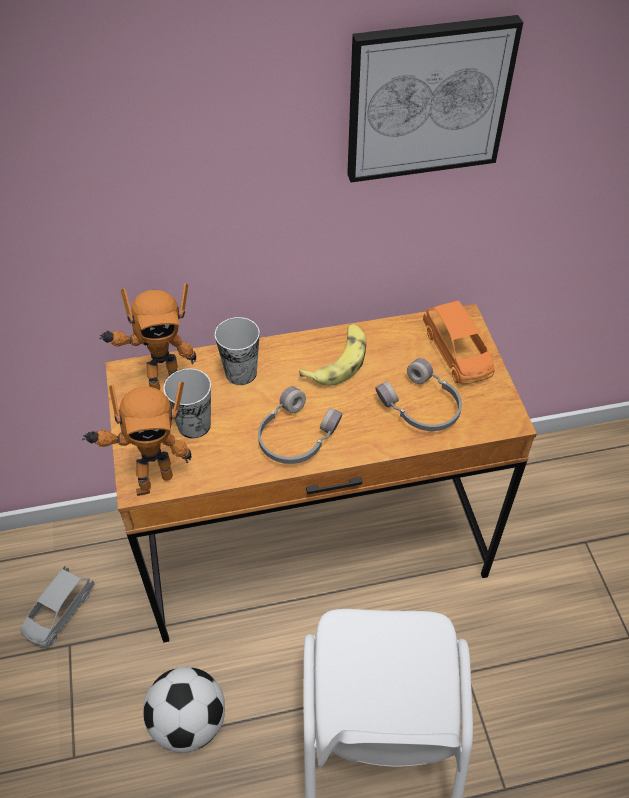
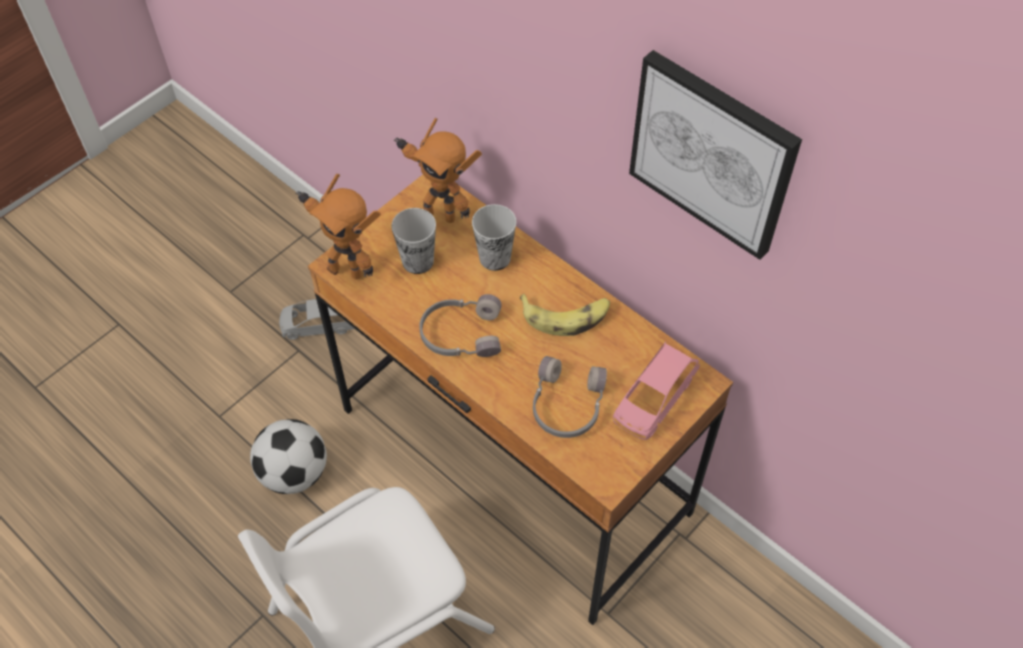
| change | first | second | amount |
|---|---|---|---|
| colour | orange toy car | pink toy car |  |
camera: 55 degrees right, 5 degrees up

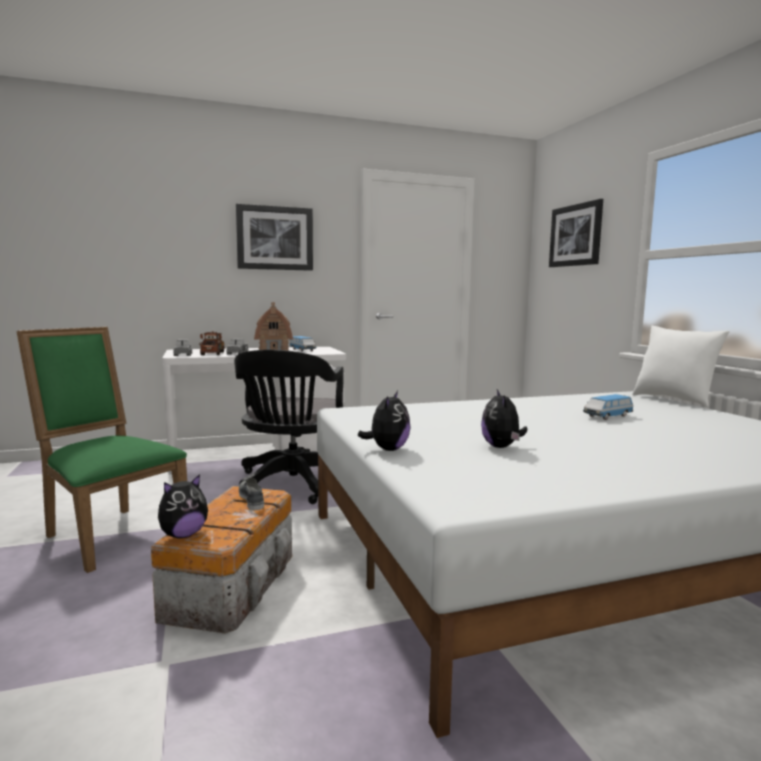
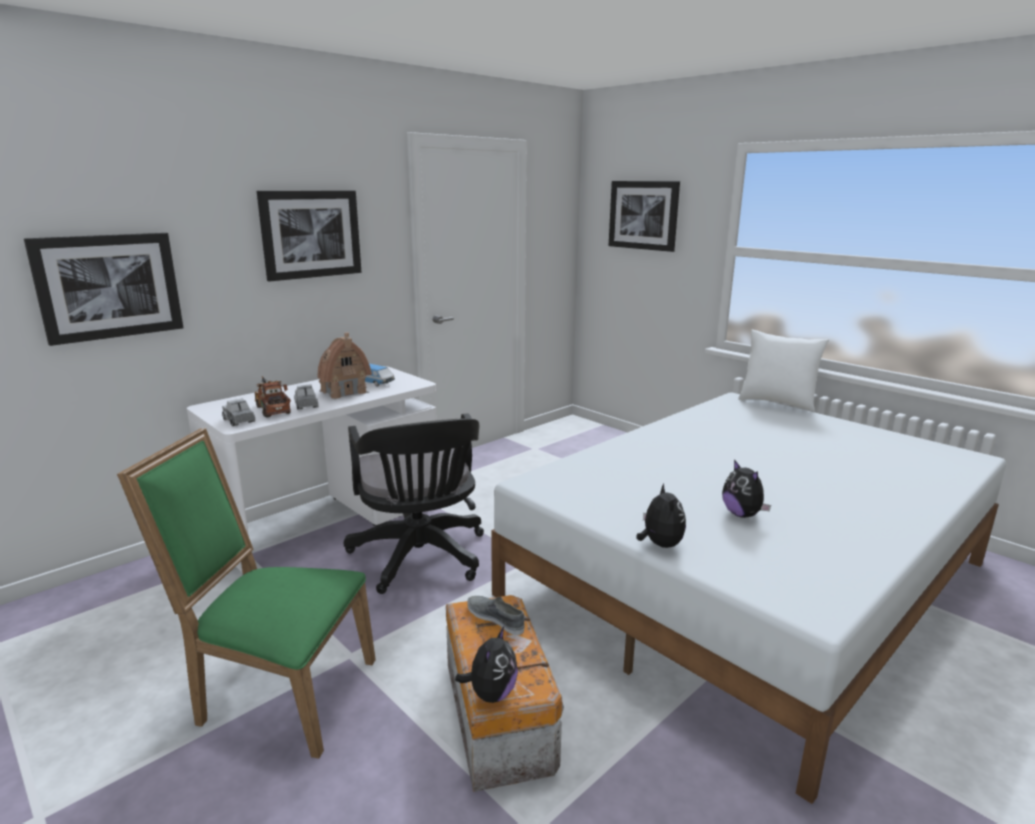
| change | first | second | amount |
|---|---|---|---|
| missing | toy car (no. 2 from left) |  |  |
| appeared |  | picture (no. 1 from left) |  |
camera: 25 degrees left, 10 degrees up

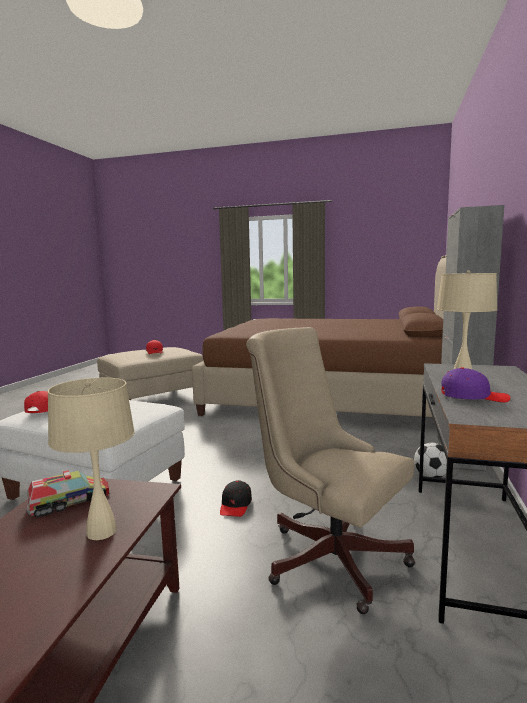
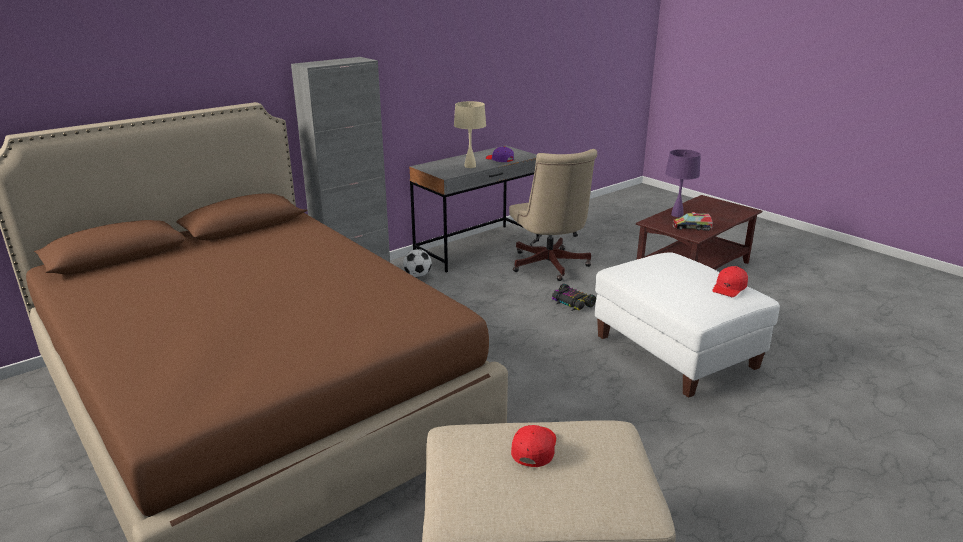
| change | first | second | amount |
|---|---|---|---|
| colour | beige table lamp (no. 1 from left) | purple table lamp |  |
| exchanged | black cap | toy car |  |
camera: 145 degrees left, 15 degrees up

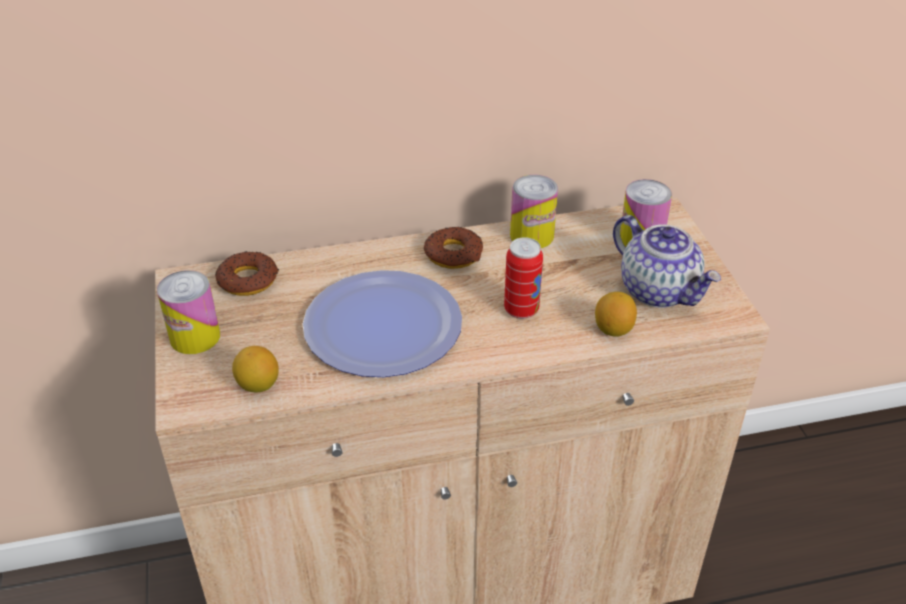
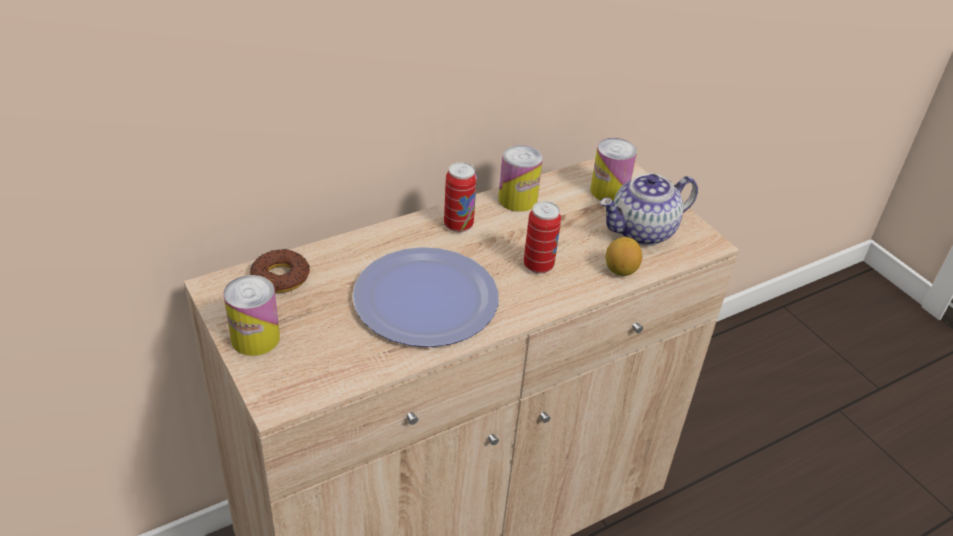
| change | first | second | amount |
|---|---|---|---|
| spun | teapot |  | 120 degrees clockwise |
| exchanged | donut (no. 2 from left) | can (no. 2 from left) |  |
| missing | lemon (no. 1 from left) |  |  |
camera: 20 degrees left, 0 degrees up

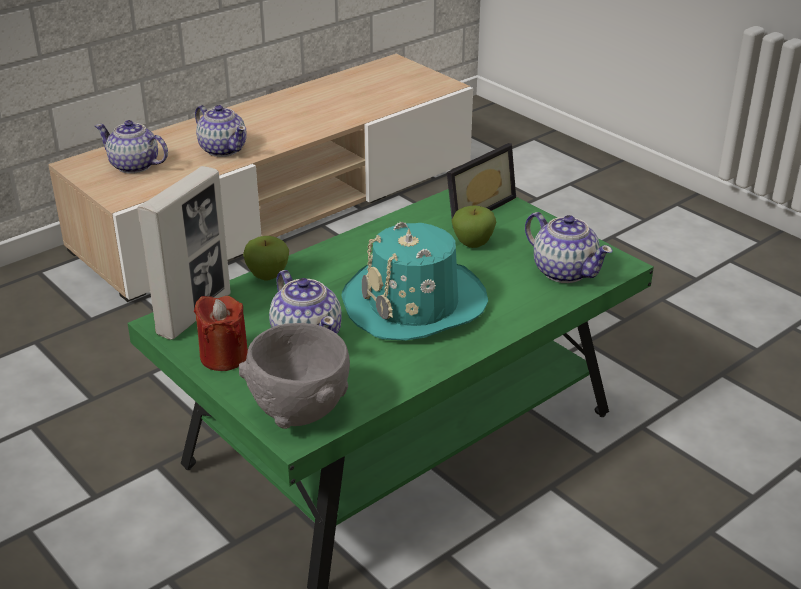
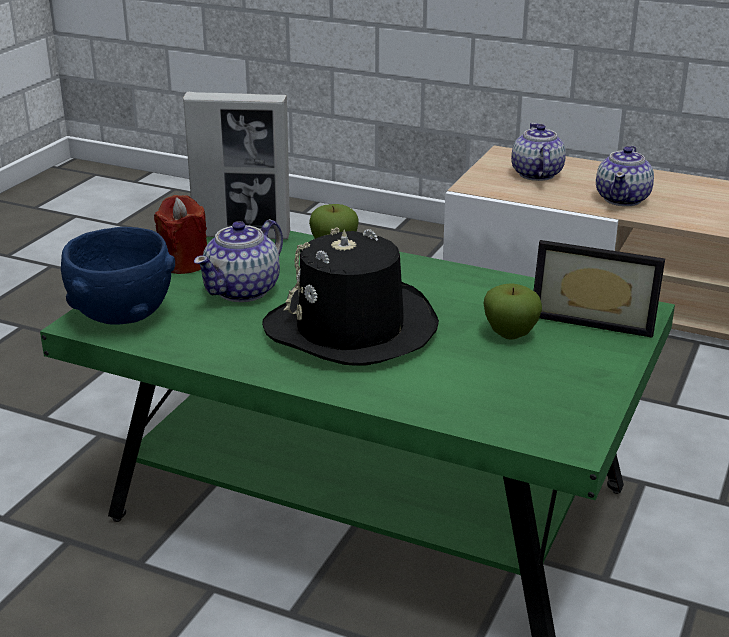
| change | first | second | amount |
|---|---|---|---|
| missing | teapot (no. 4 from left) |  |  |
| colour | turquoise hat | black hat |  |
| colour | grey bowl | blue bowl |  |
camera: 65 degrees right, 5 degrees down

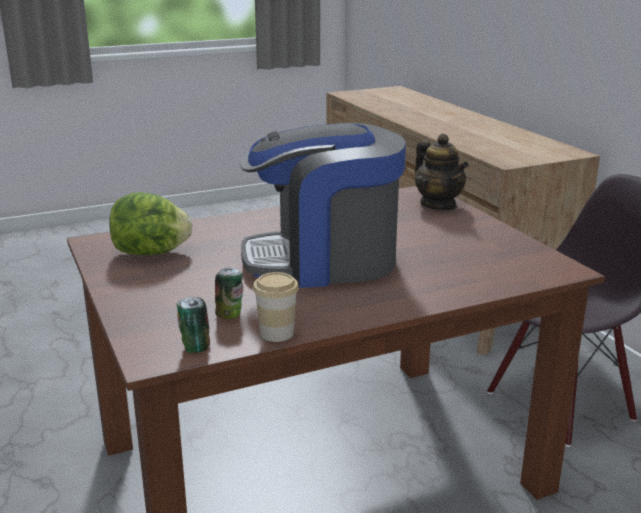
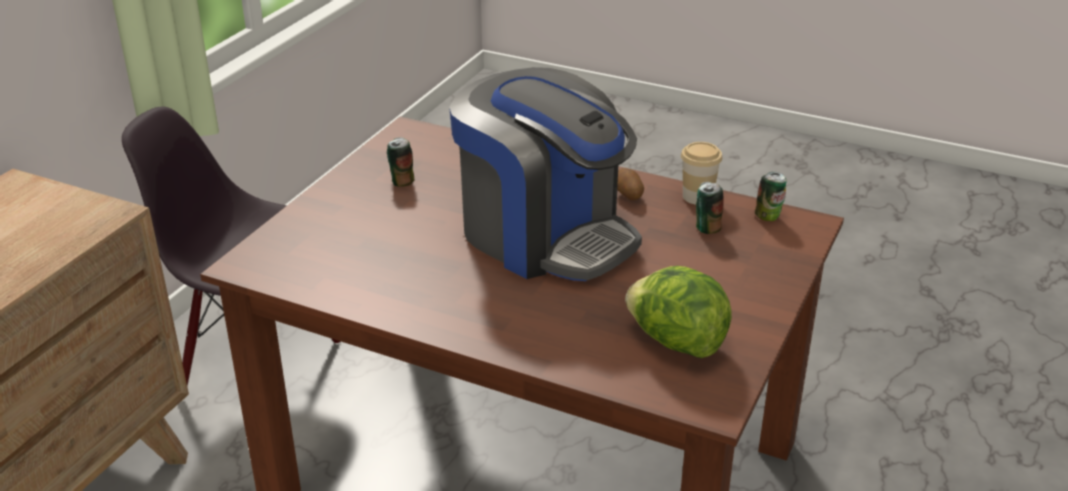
| change | first | second | amount |
|---|---|---|---|
| missing | teapot |  |  |
| appeared |  | can (no. 1 from left) |  |
| appeared |  | potato |  |
camera: 130 degrees left, 10 degrees up

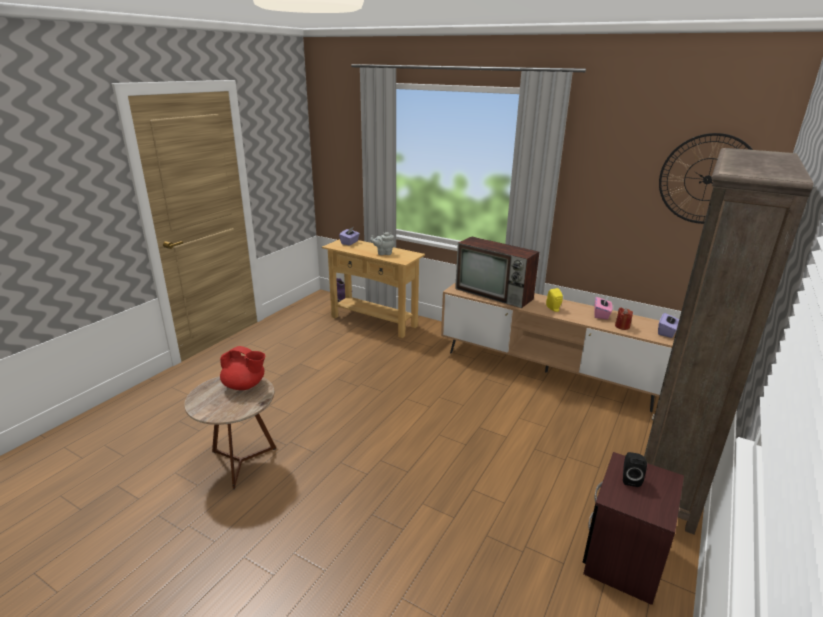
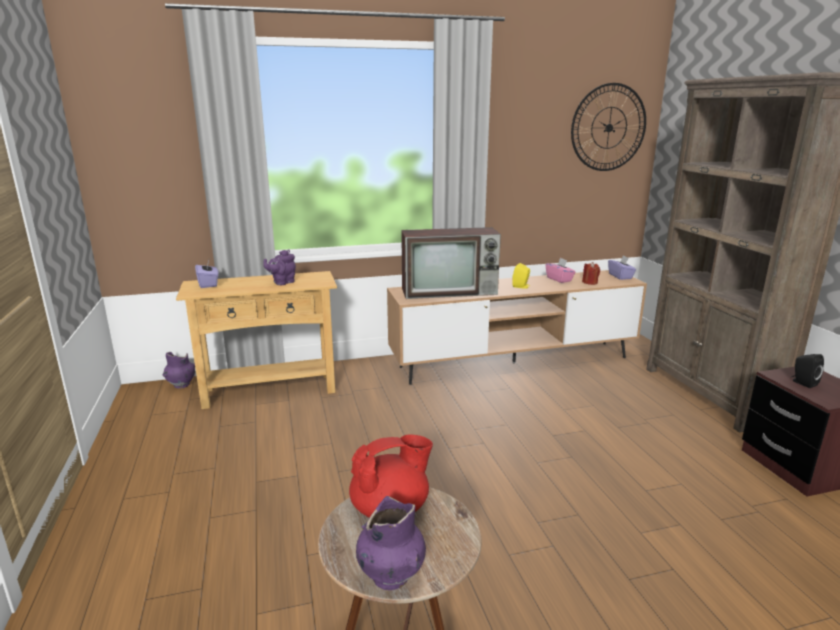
| change | first | second | amount |
|---|---|---|---|
| colour | grey teapot | purple teapot |  |
| appeared |  | purple vase (no. 2 from left) |  |
camera: 45 degrees left, 5 degrees down

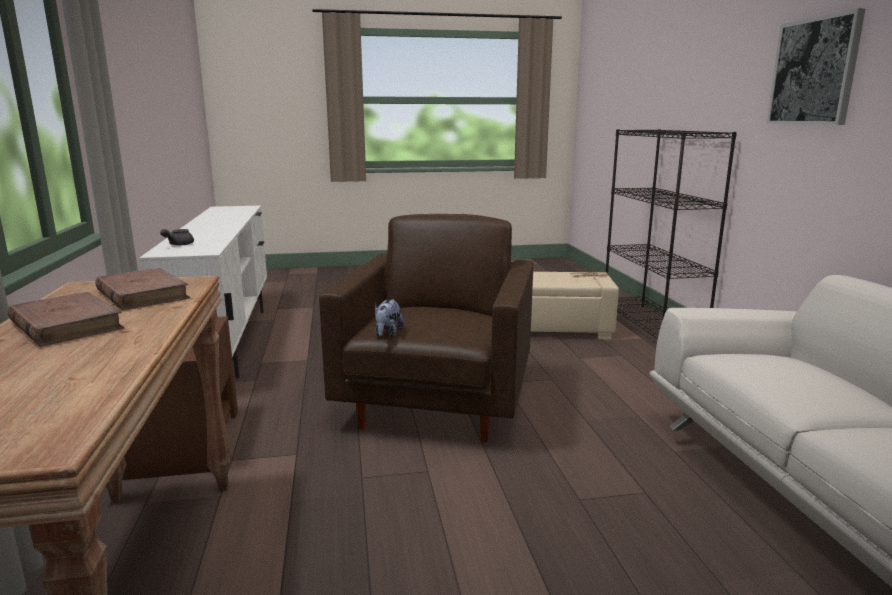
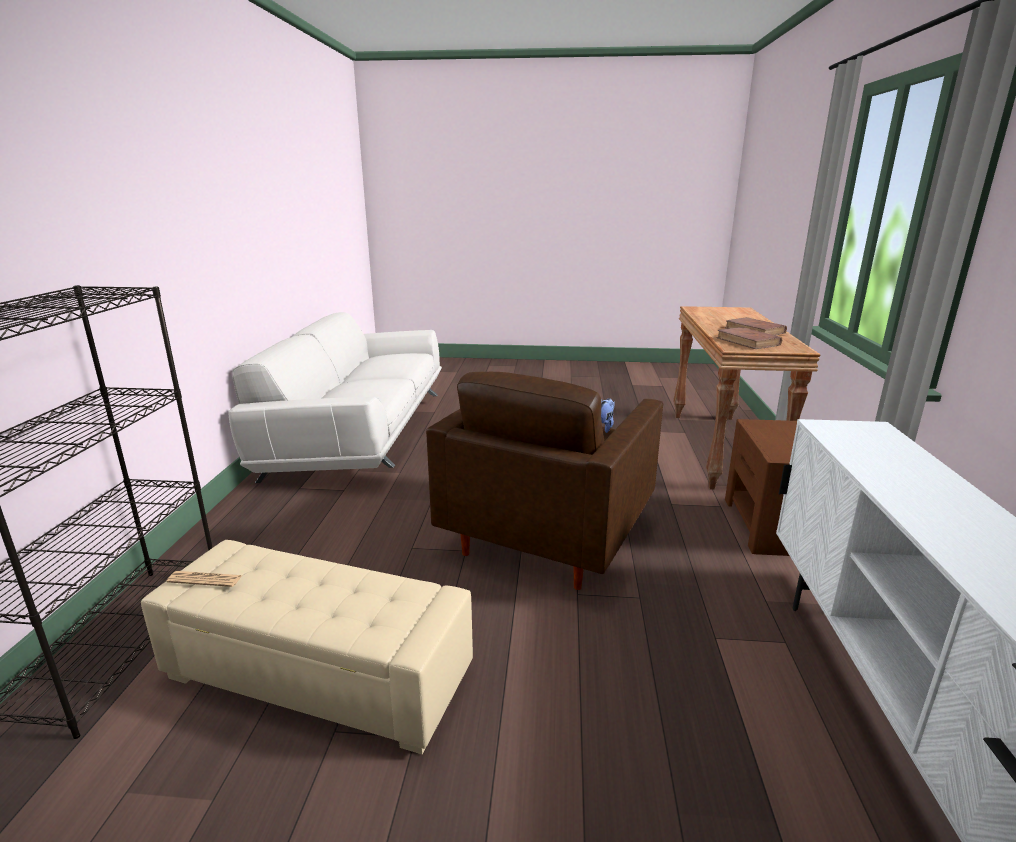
| change | first | second | amount |
|---|---|---|---|
| missing | picture |  |  |
| missing | grey teapot |  |  |
camera: 165 degrees left, 5 degrees up

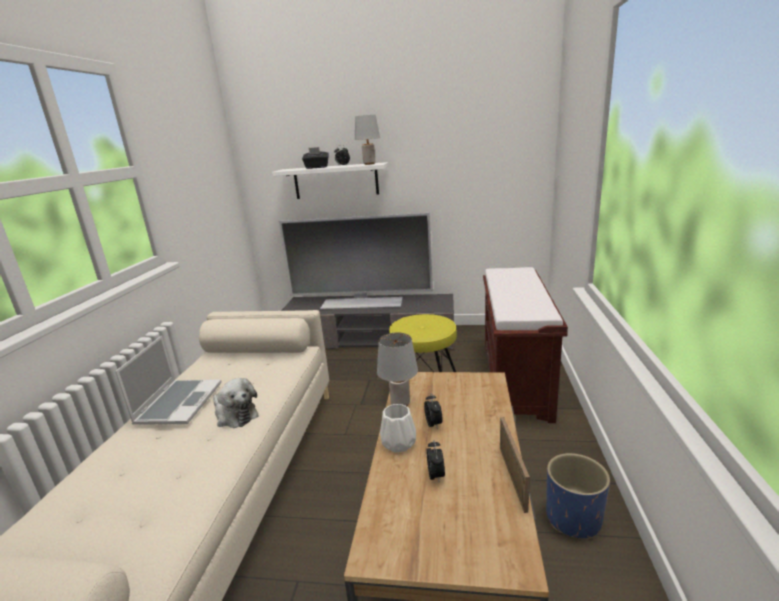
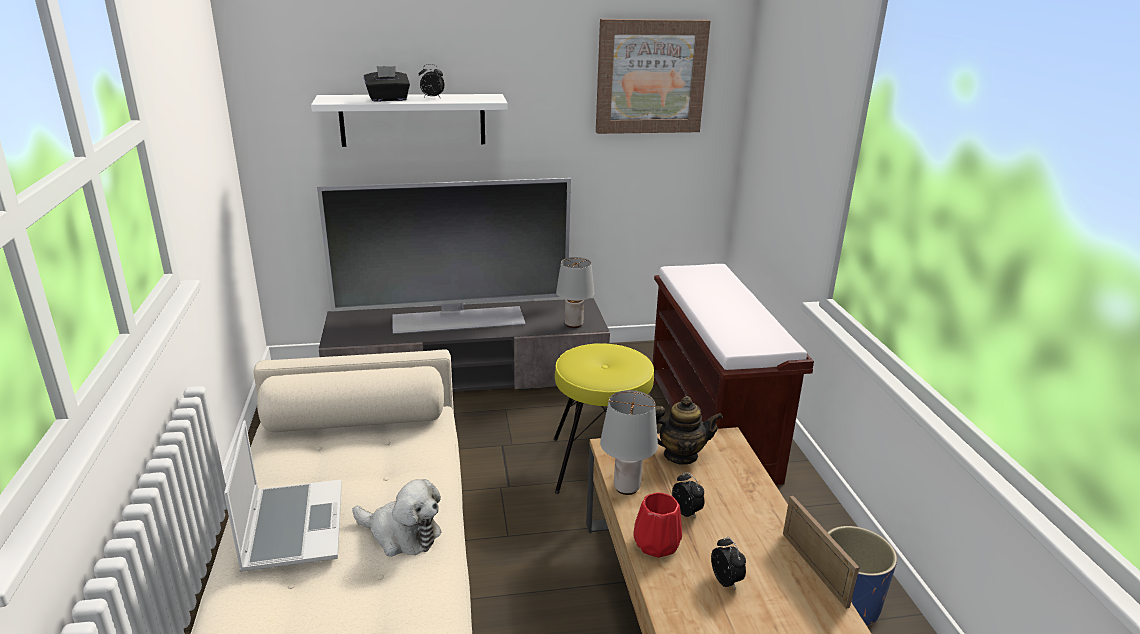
| change | first | second | amount |
|---|---|---|---|
| relocated | grey table lamp (no. 1 from left) |  |  |
| colour | white vase | red vase |  |
| appeared |  | picture |  |
| appeared |  | teapot |  |
camera: 20 degrees left, 5 degrees up

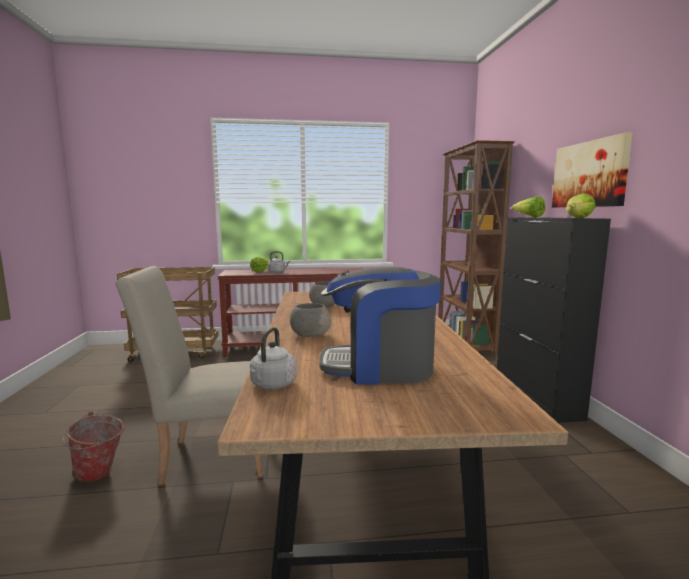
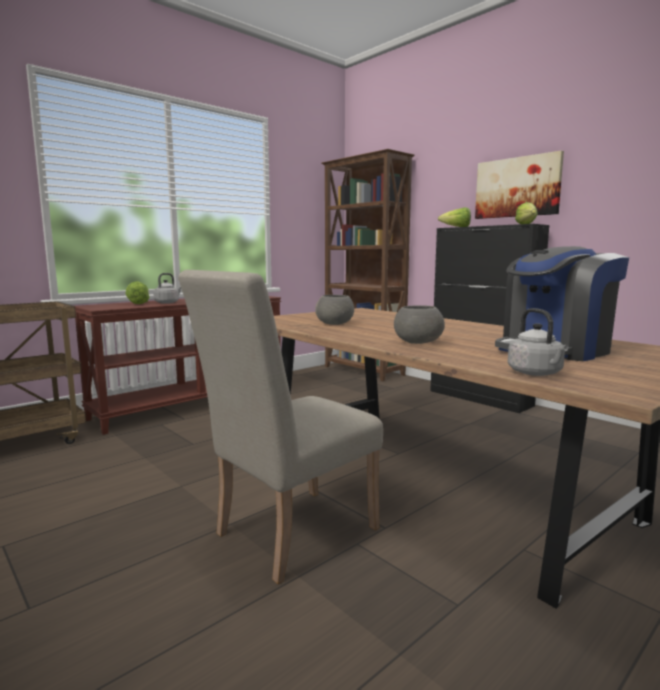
| change | first | second | amount |
|---|---|---|---|
| missing | bucket |  |  |
camera: 35 degrees left, 0 degrees up

